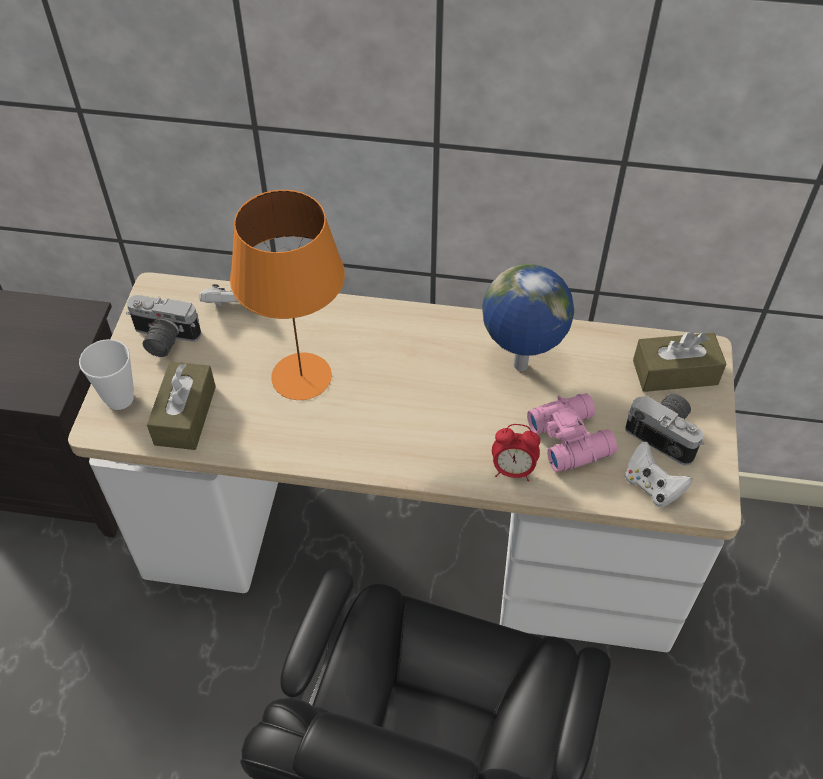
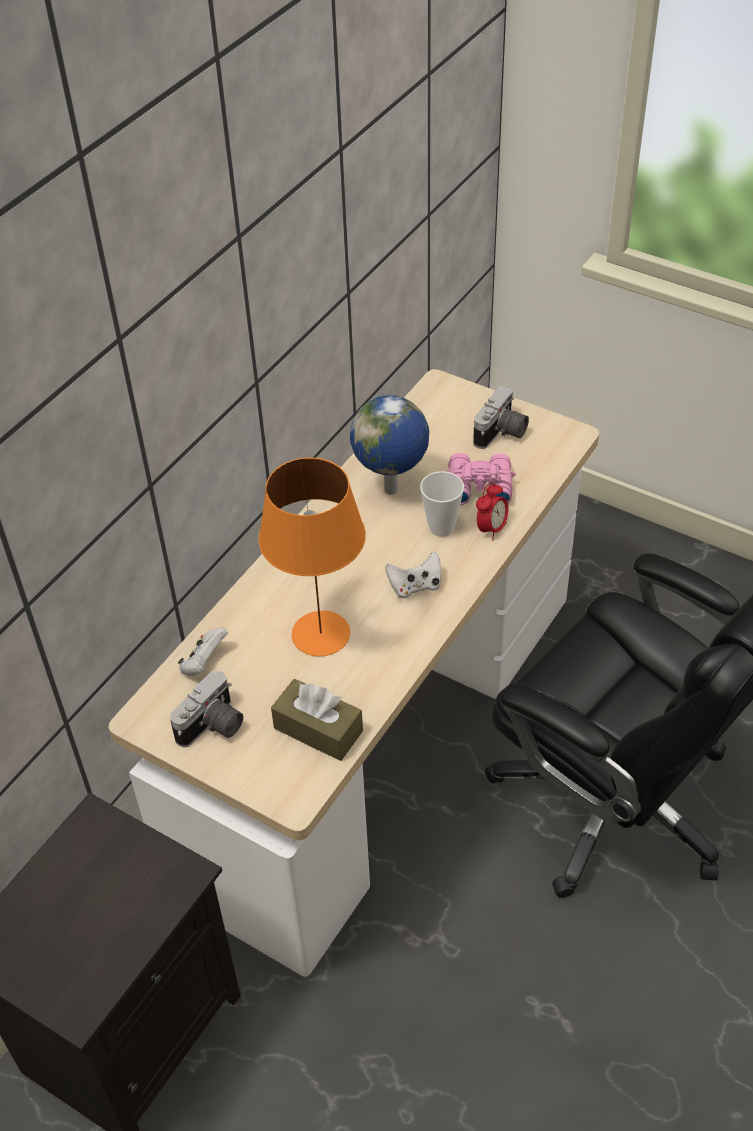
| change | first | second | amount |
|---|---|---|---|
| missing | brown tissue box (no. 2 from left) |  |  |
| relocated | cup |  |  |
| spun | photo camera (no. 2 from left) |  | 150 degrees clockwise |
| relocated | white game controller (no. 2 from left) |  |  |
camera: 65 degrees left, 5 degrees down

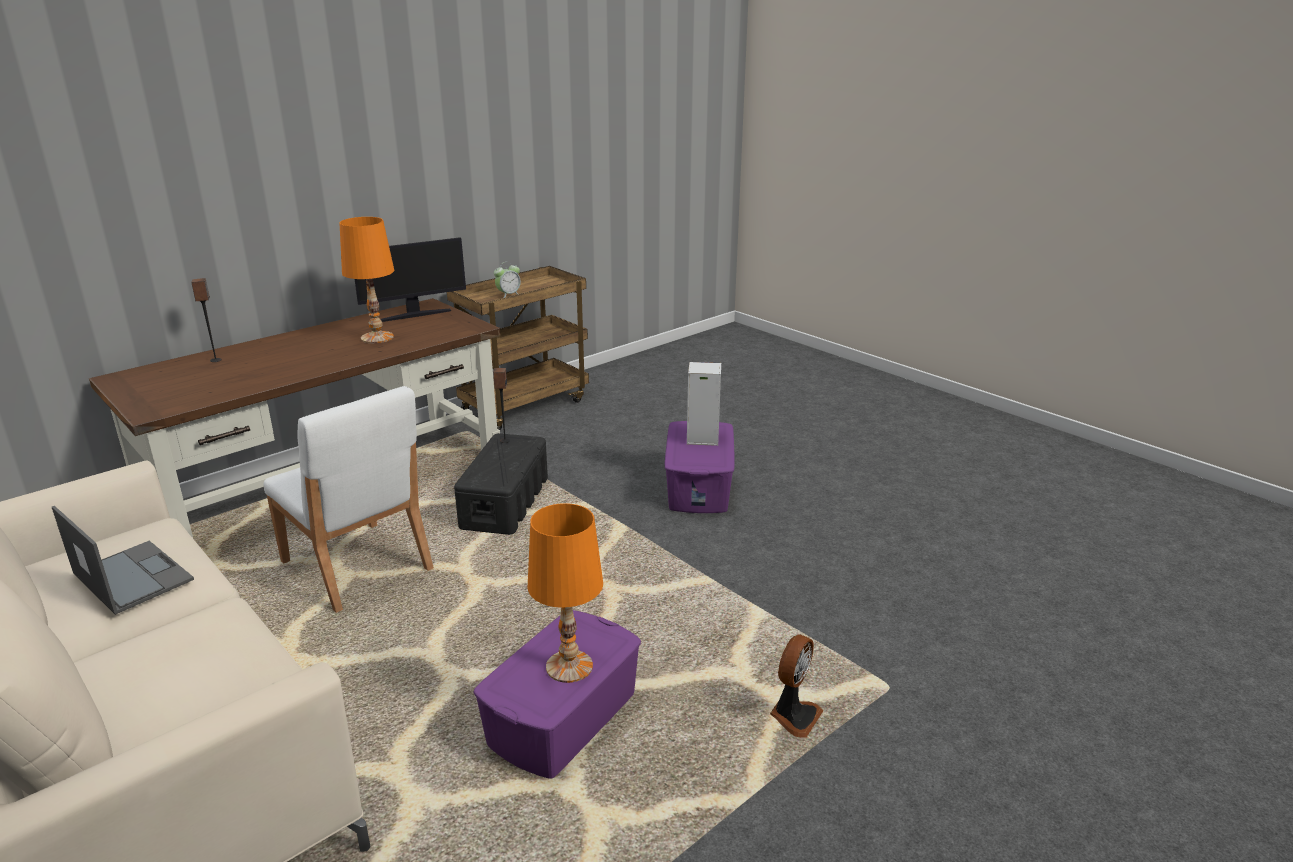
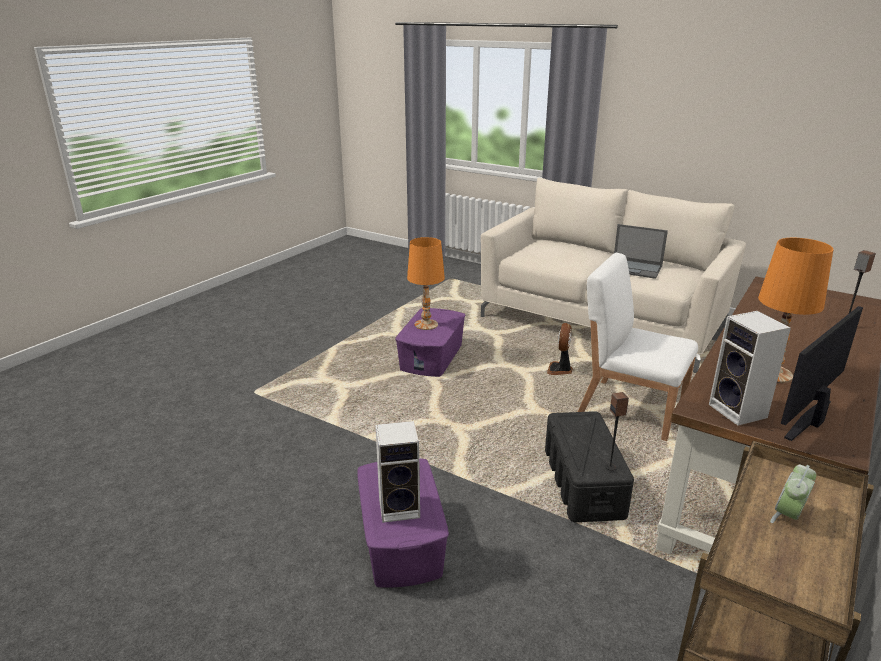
| change | first | second | amount |
|---|---|---|---|
| relocated | fan |  |  |
| appeared |  | speaker (no. 3 from left) |  |
camera: 165 degrees right, 0 degrees up

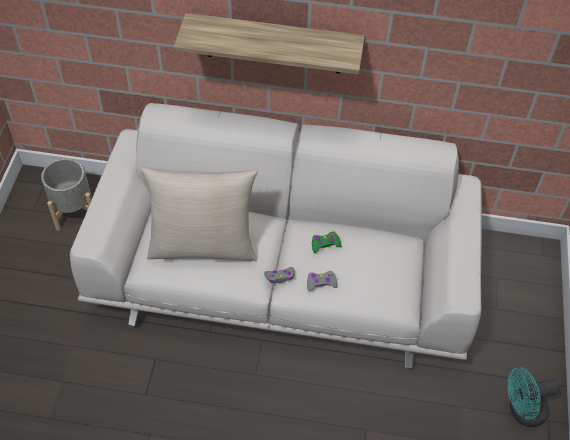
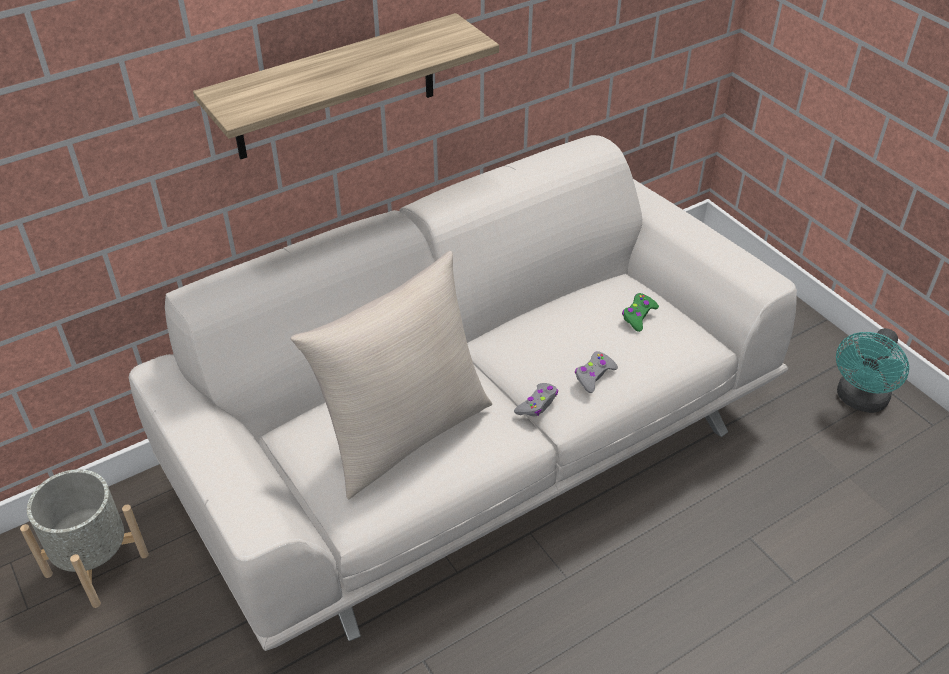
| change | first | second | amount |
|---|---|---|---|
| relocated | green game controller |  |  |
camera: 40 degrees left, 10 degrees down

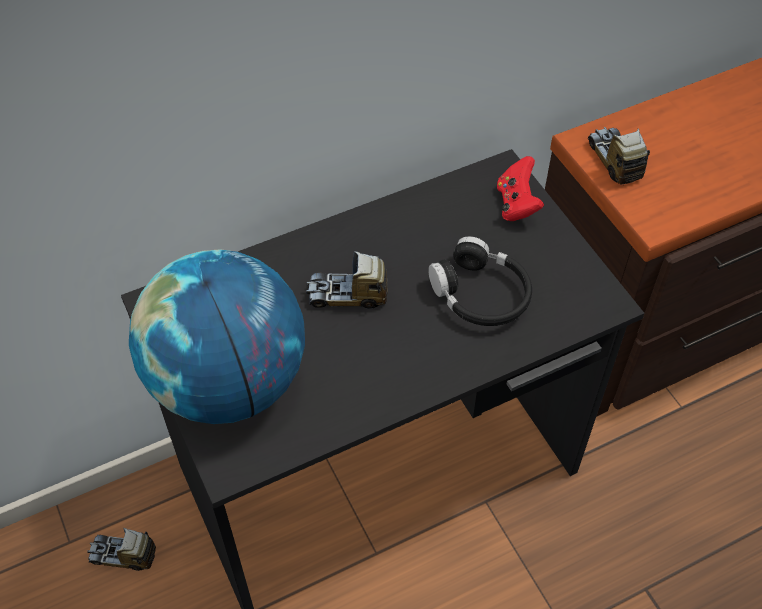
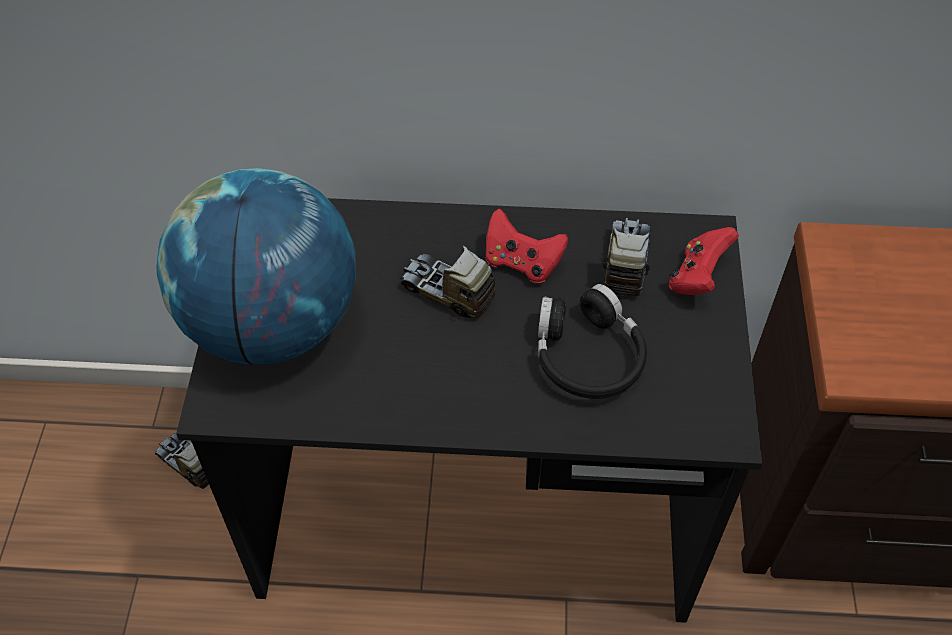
| change | first | second | amount |
|---|---|---|---|
| relocated | toy truck (no. 3 from left) |  |  |
| appeared |  | red game controller (no. 1 from left) |  |
camera: 30 degrees right, 0 degrees up

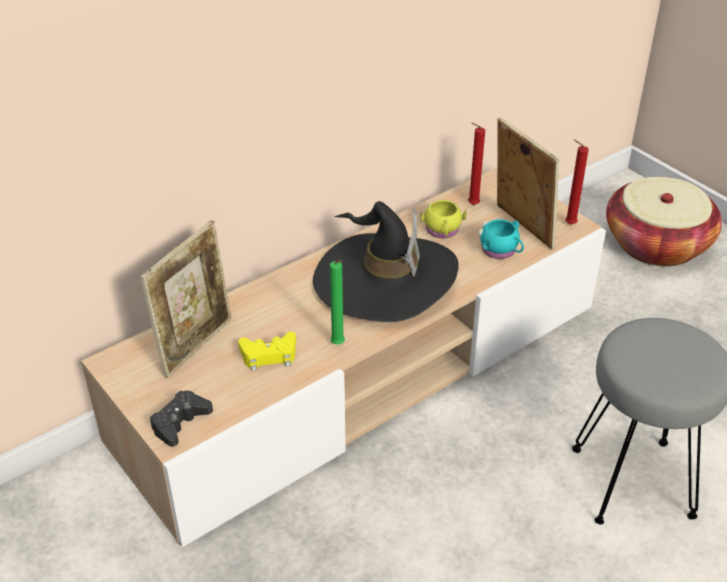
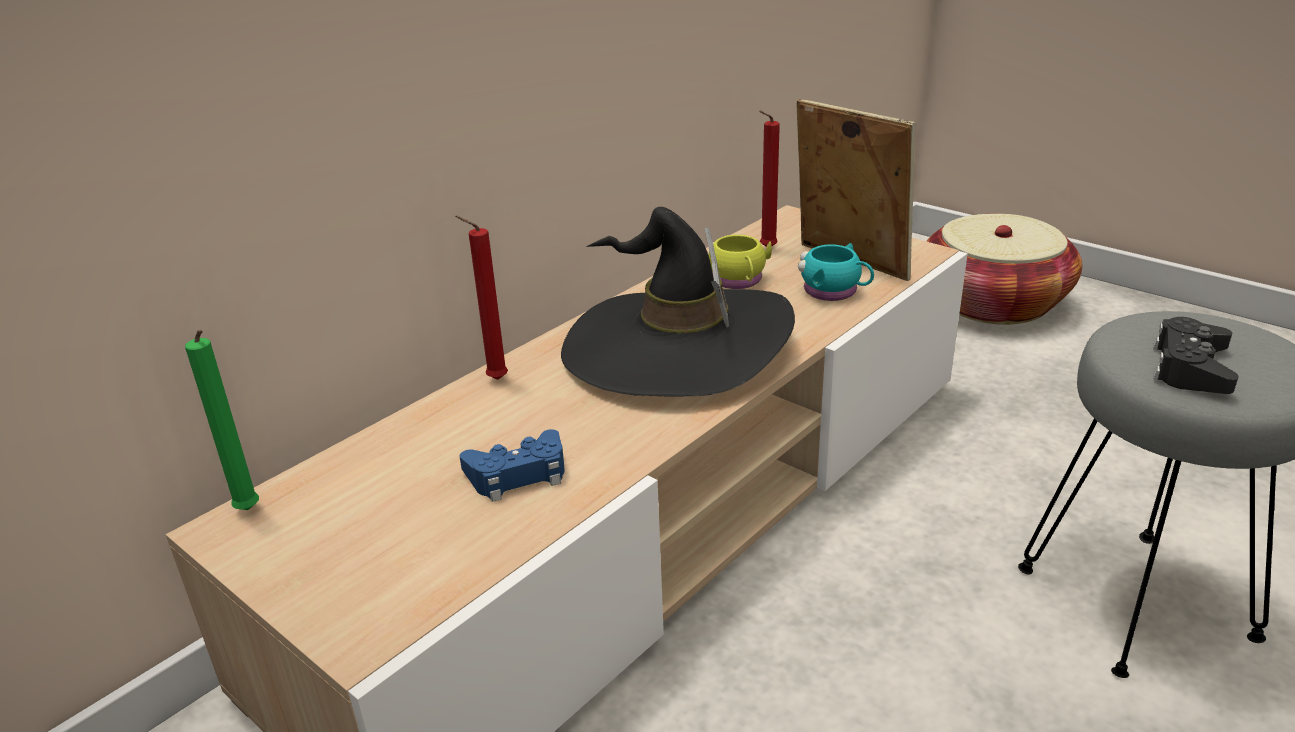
| change | first | second | amount |
|---|---|---|---|
| relocated | red candle (no. 2 from left in the first image) | red candle (no. 1 from left) |  |
| missing | picture frame (no. 1 from left) |  |  |
| relocated | green candle |  |  |
| colour | yellow game controller | blue game controller |  |
| relocated | black game controller |  |  |
camera: 10 degrees left, 10 degrees down

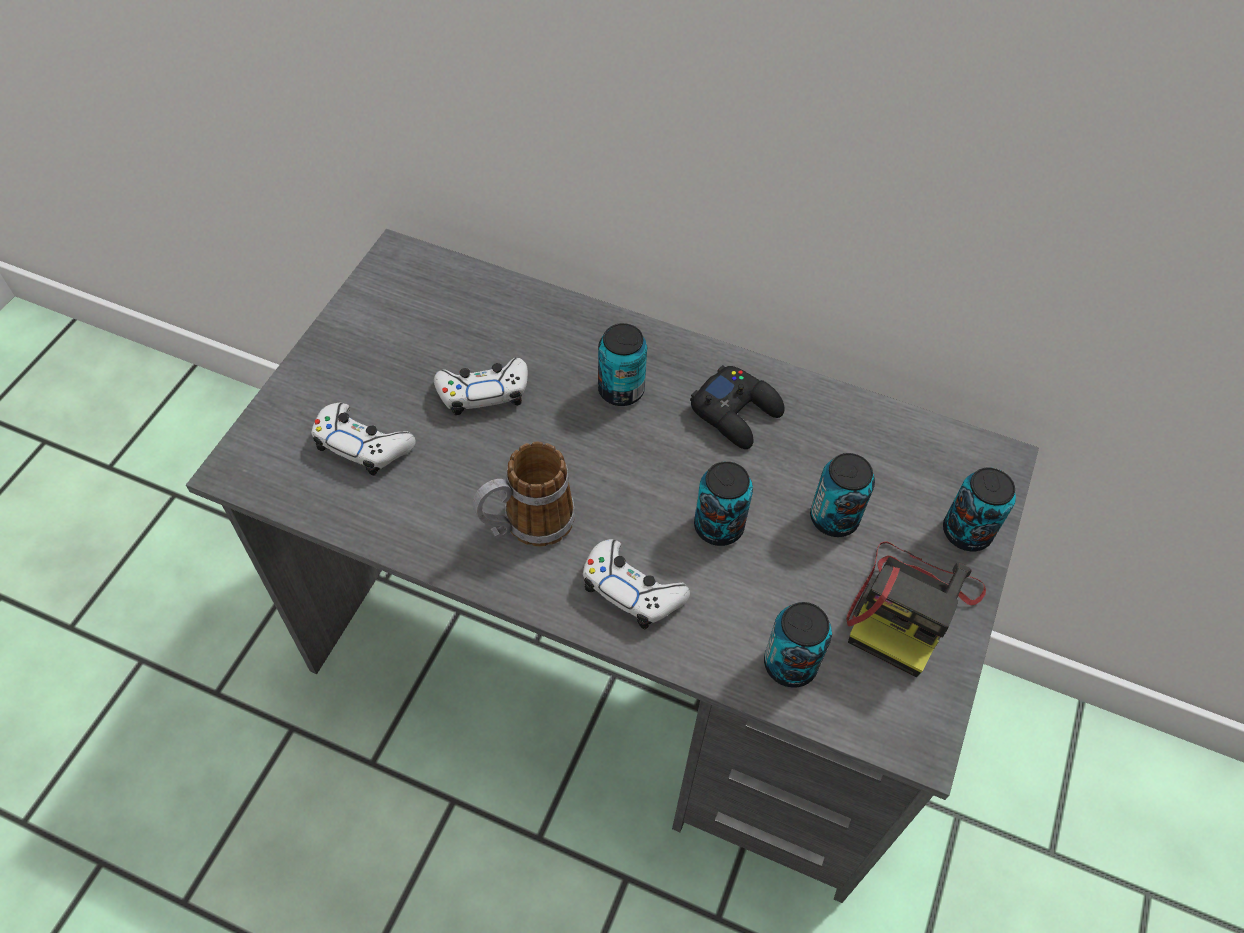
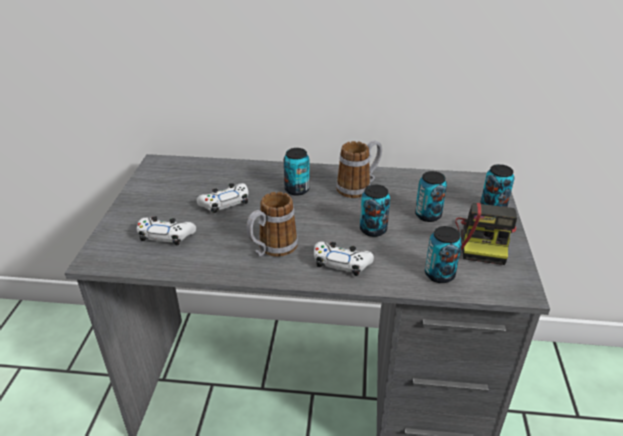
| change | first | second | amount |
|---|---|---|---|
| exchanged | black game controller | mug (no. 2 from left) |  |
camera: 15 degrees left, 20 degrees down

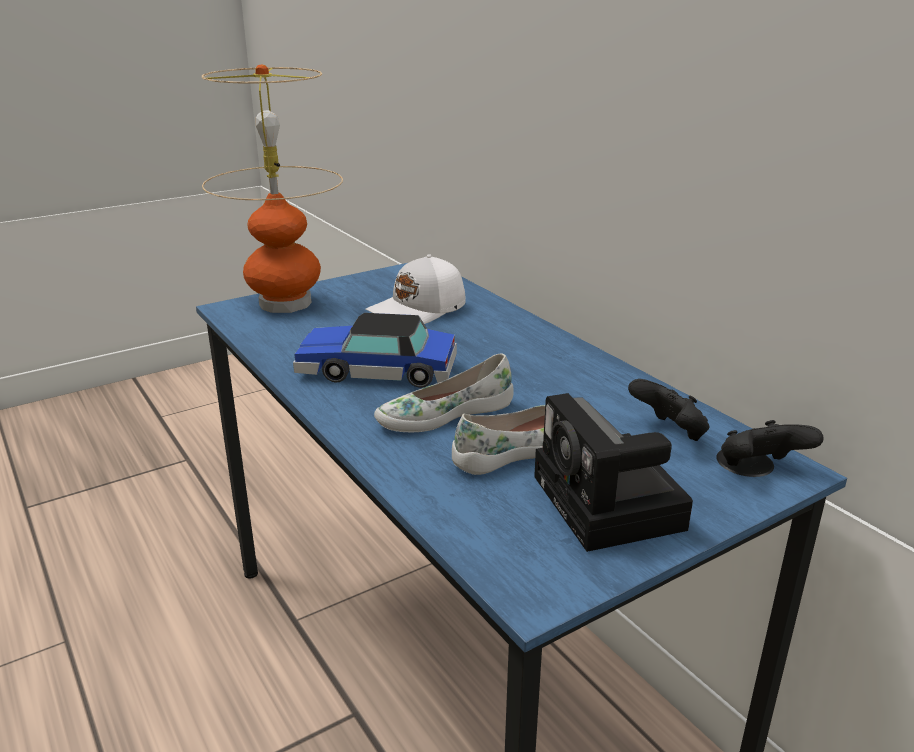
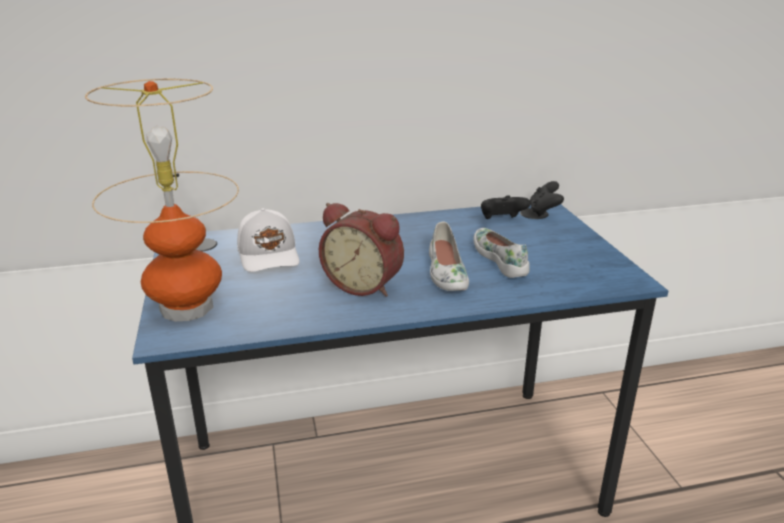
| change | first | second | amount |
|---|---|---|---|
| exchanged | toy car | alarm clock |  |
| missing | photo camera |  |  |
camera: 70 degrees left, 0 degrees up

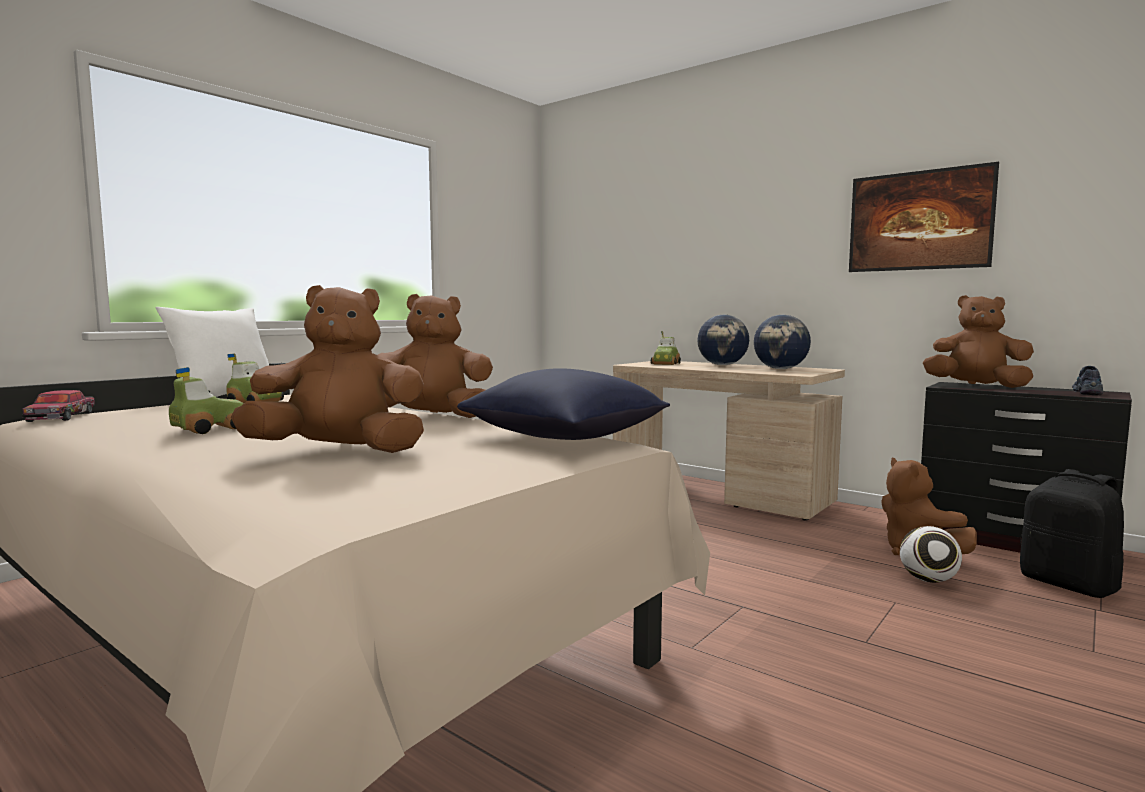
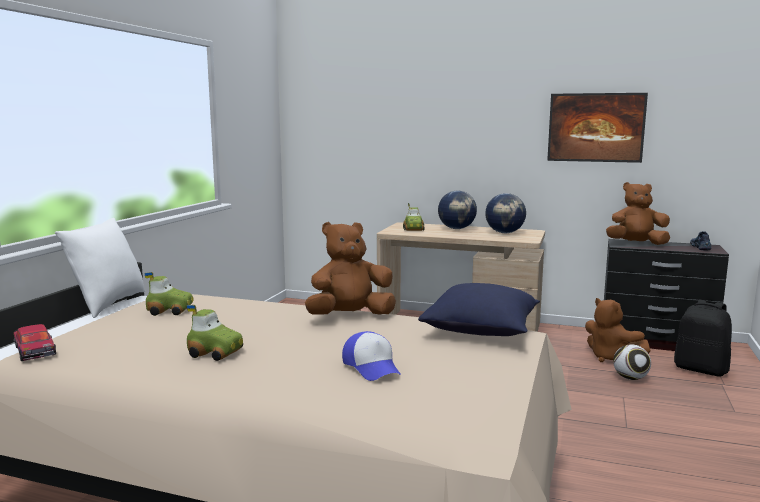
| change | first | second | amount |
|---|---|---|---|
| exchanged | brown plush toy (no. 1 from left) | cap |  |
| spun | toy car (no. 2 from left in the first image) | toy car (no. 3 from left) | 90 degrees clockwise |
camera: 20 degrees left, 5 degrees up

